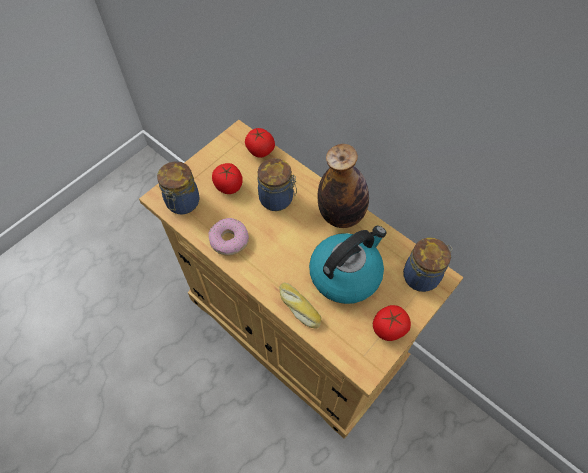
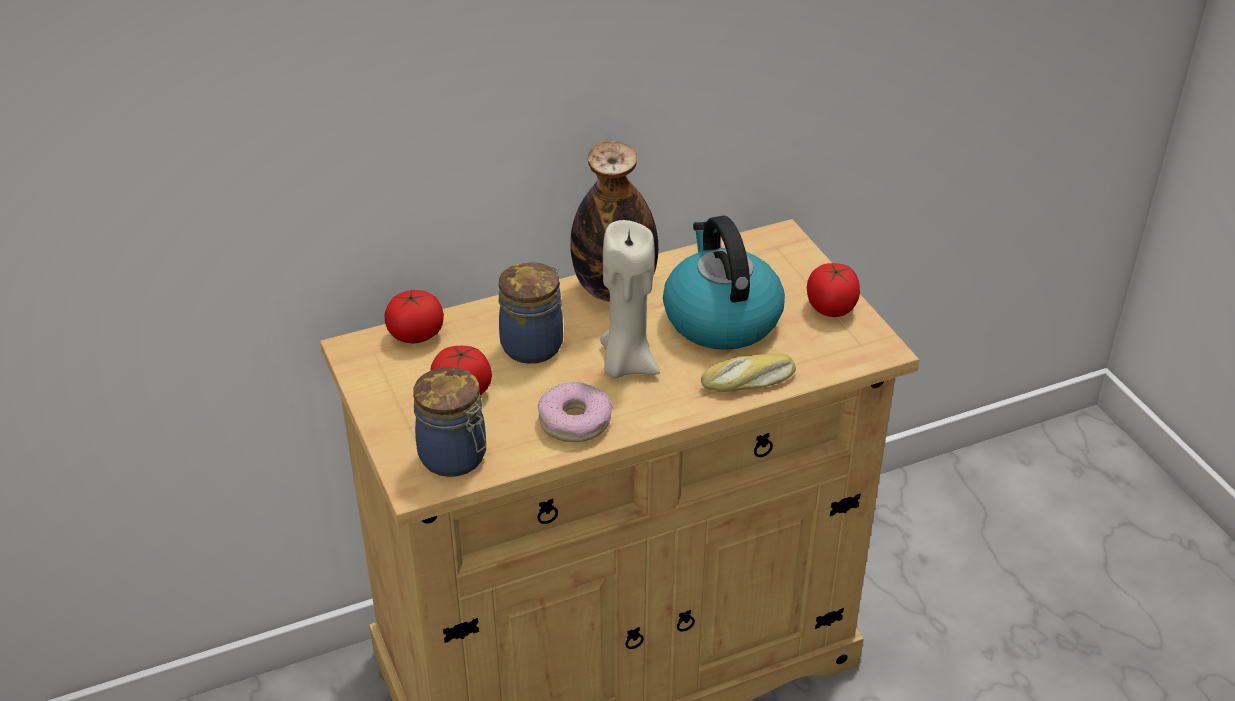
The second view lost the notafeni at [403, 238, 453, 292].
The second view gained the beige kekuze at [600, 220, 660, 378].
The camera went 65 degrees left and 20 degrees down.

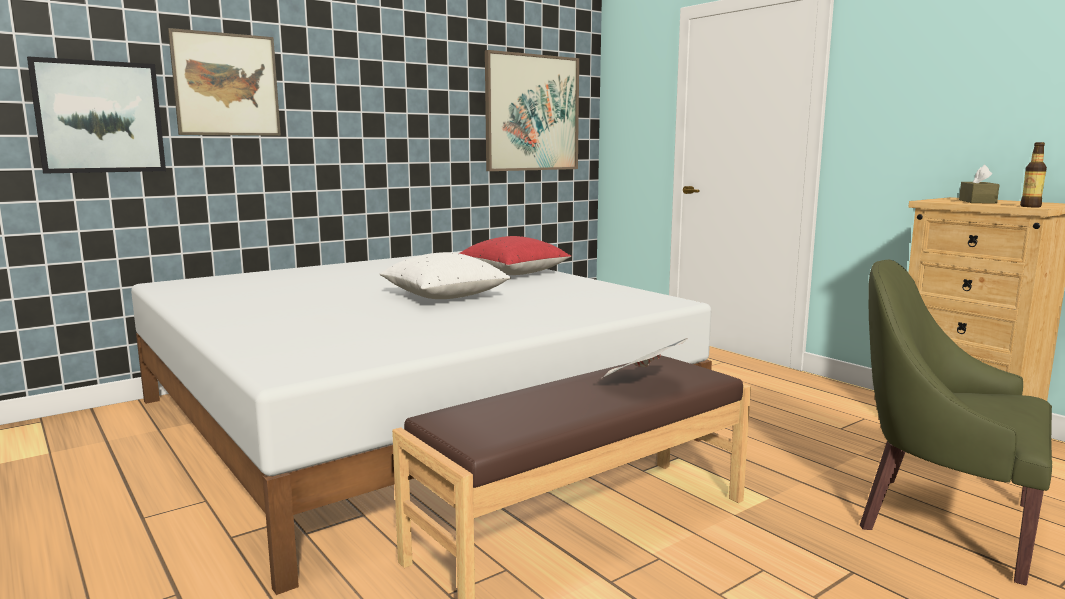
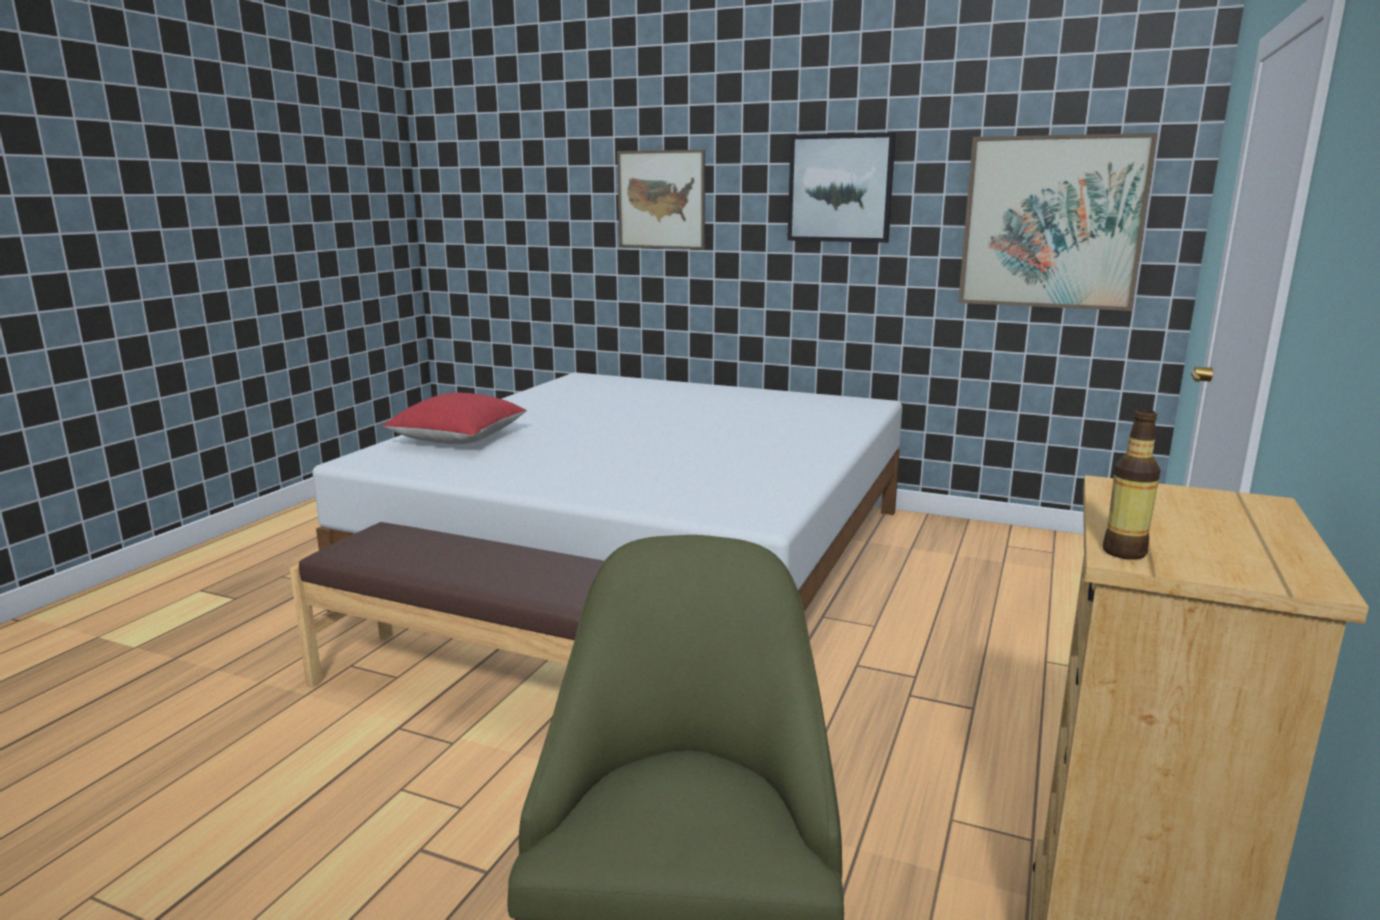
The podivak ended up elsewhere, having gone from [27, 56, 166, 174] to [787, 132, 896, 243].
The second view lost the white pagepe at [379, 252, 511, 299].
The red pagepe ended up elsewhere, having gone from [459, 236, 571, 275] to [382, 393, 527, 444].
The second view lost the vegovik at [600, 338, 688, 379].
The second view lost the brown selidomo at [959, 165, 999, 204].
The camera went 60 degrees right and 5 degrees up.

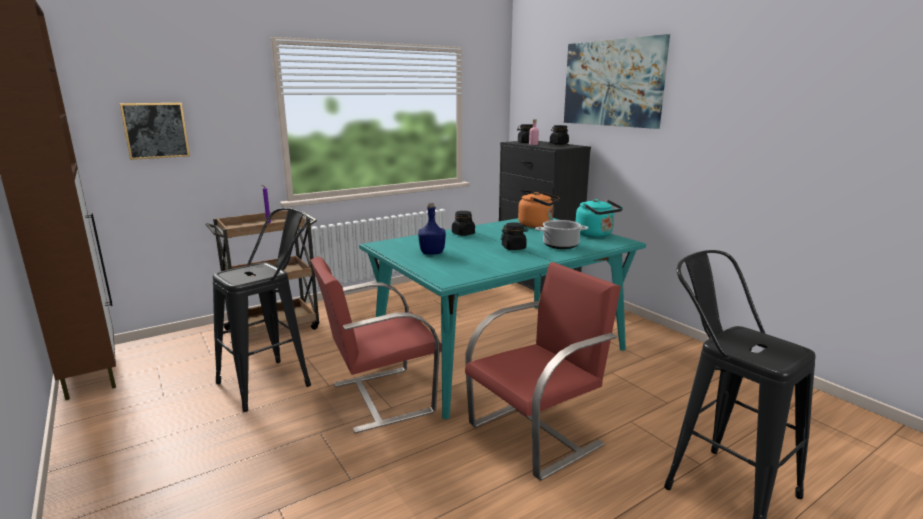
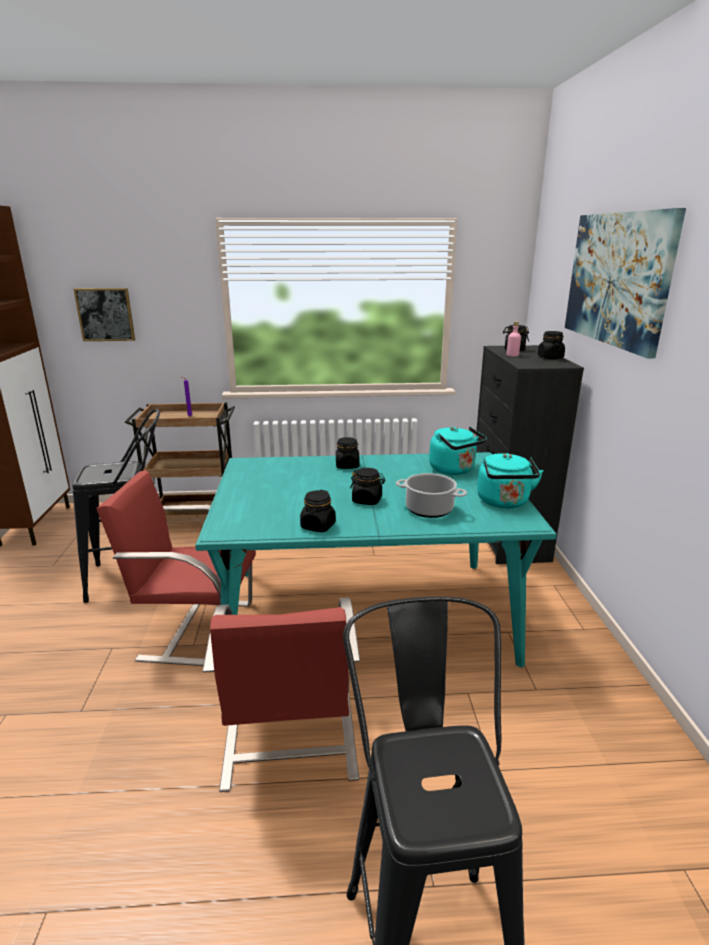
The second view lost the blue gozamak at [418, 203, 446, 255].
The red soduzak at [465, 262, 621, 481] ended up facing another way, 90 degrees clockwise from before.
What was the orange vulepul at [518, 192, 560, 228] turned into the turquoise vulepul at [429, 426, 487, 475].
The second view gained the black notafeni at [300, 490, 336, 532].
The camera went 30 degrees right and 5 degrees up.

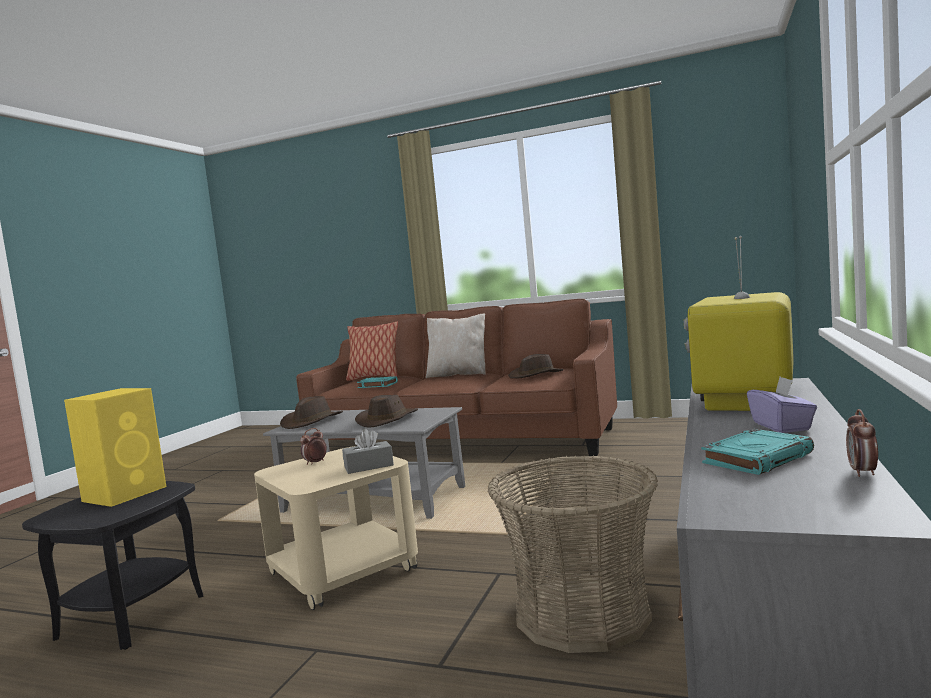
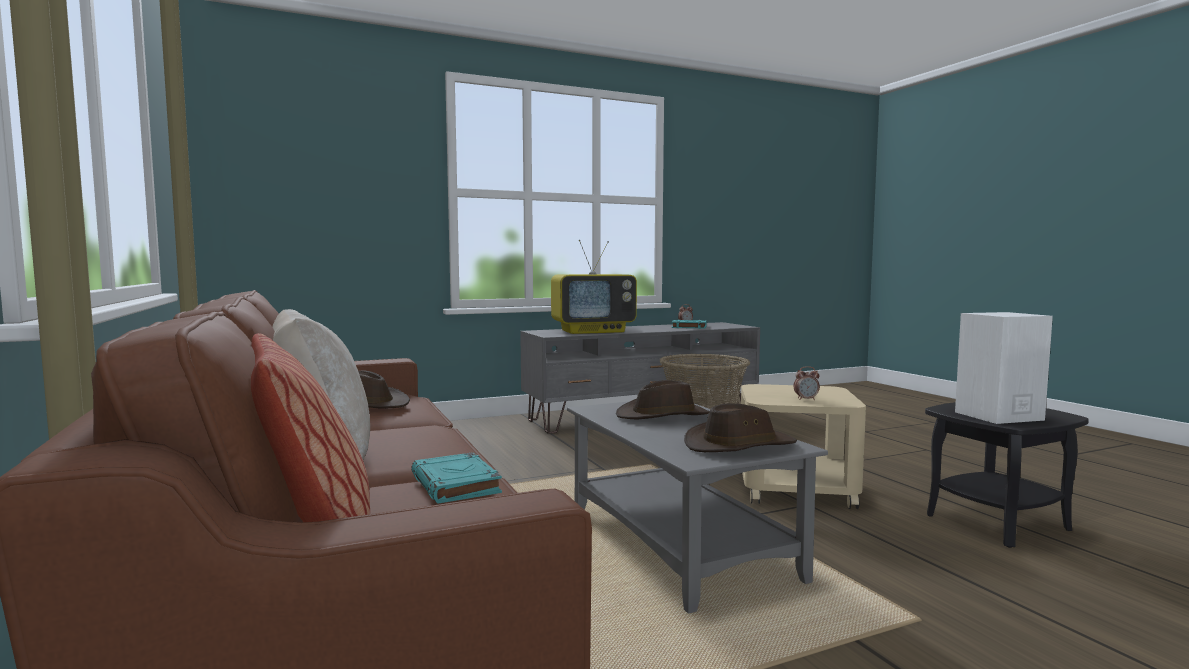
What was the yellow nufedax at [64, 388, 167, 507] turned into the white nufedax at [955, 312, 1053, 424].
The second view lost the grey selidomo at [342, 429, 394, 474].
The second view lost the purple selidomo at [747, 376, 817, 433].
The camera went 135 degrees left and 0 degrees up.

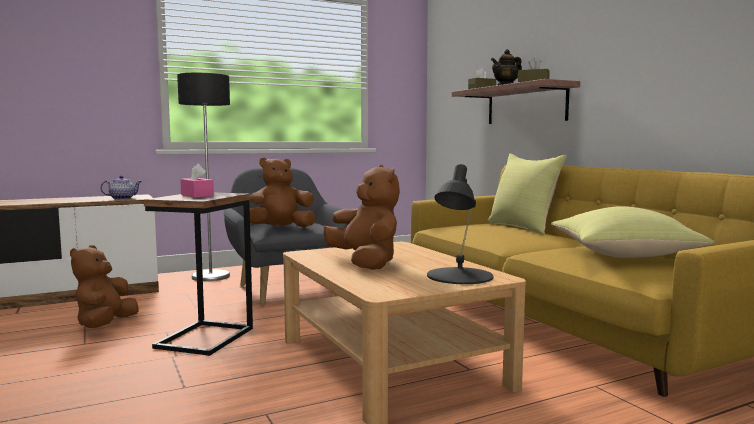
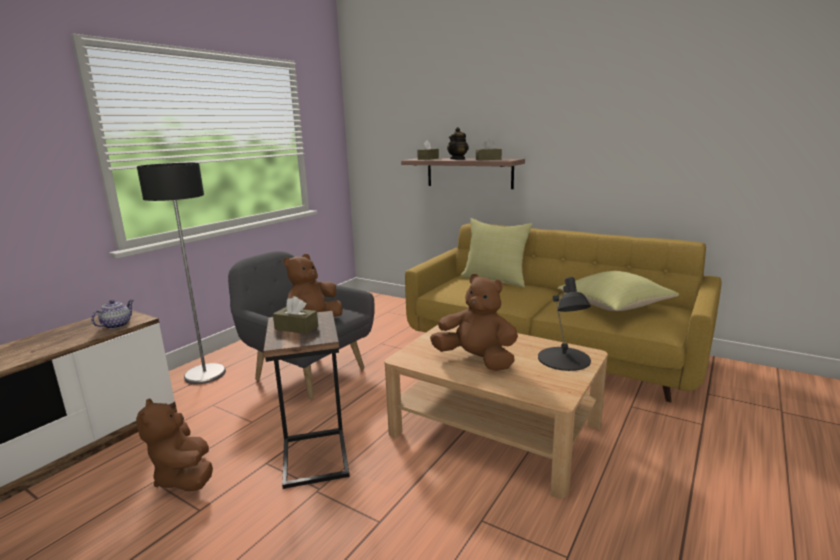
What was the pink selidomo at [180, 163, 214, 198] turned into the brown selidomo at [273, 296, 318, 334].
The camera went 30 degrees left and 10 degrees up.

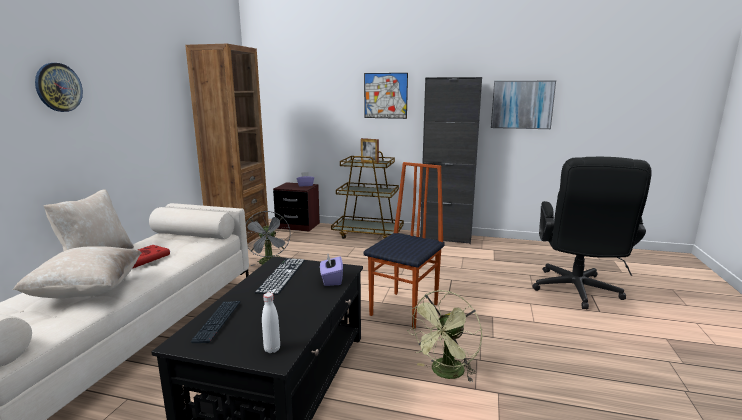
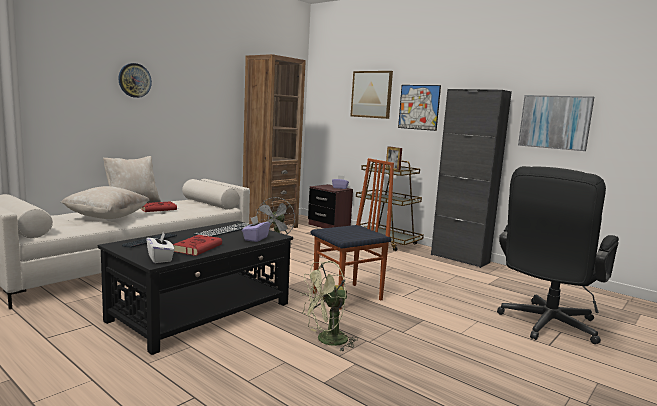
Where the white gozamak stood at [262, 293, 280, 353], the white selidomo came to stand at [146, 232, 175, 263].
The second view gained the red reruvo at [173, 235, 222, 256].
The second view gained the podivak at [351, 71, 393, 119].
The camera went 25 degrees right and 5 degrees down.

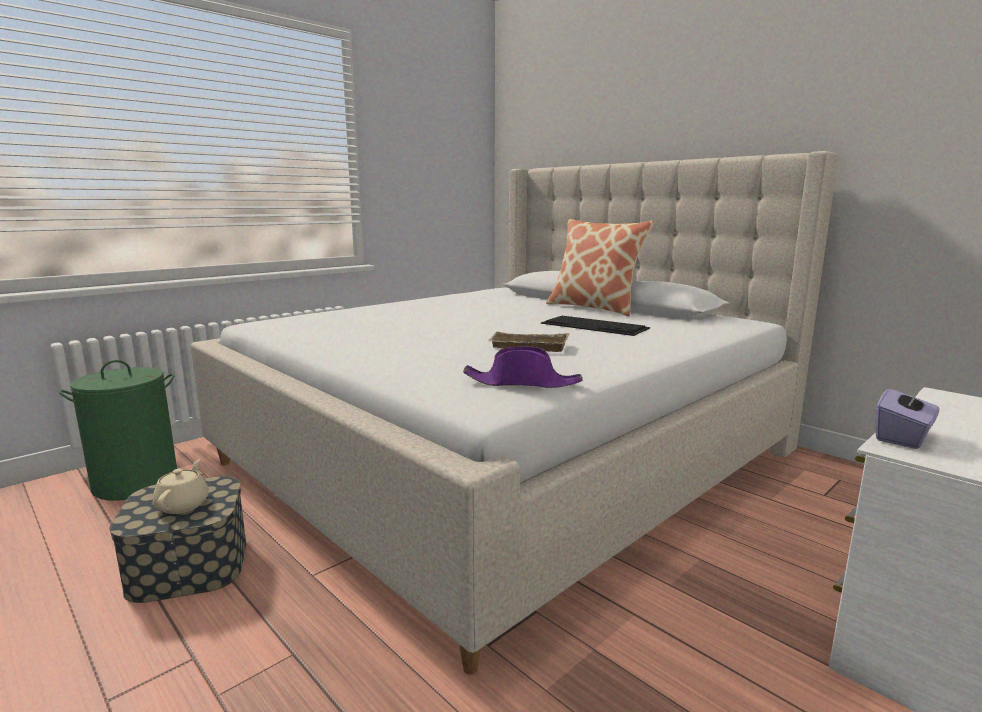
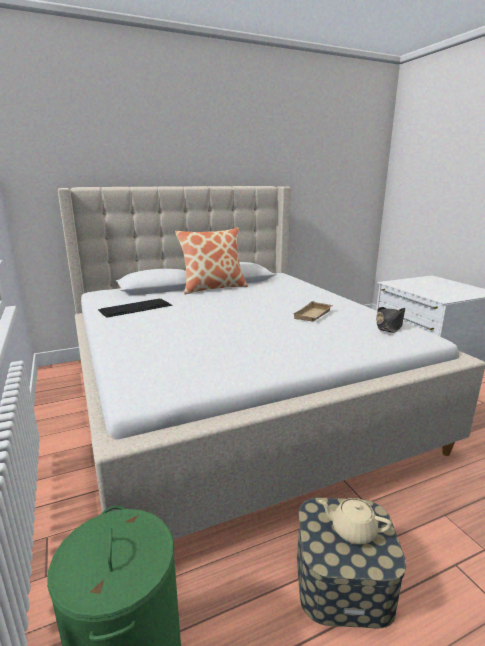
What was the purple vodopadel at [463, 346, 583, 388] turned into the black vodopadel at [376, 307, 405, 333].
The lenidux ended up elsewhere, having gone from [541, 316, 650, 336] to [98, 298, 172, 318].
The second view lost the purple selidomo at [875, 383, 940, 449].
The camera went 70 degrees left and 5 degrees up.

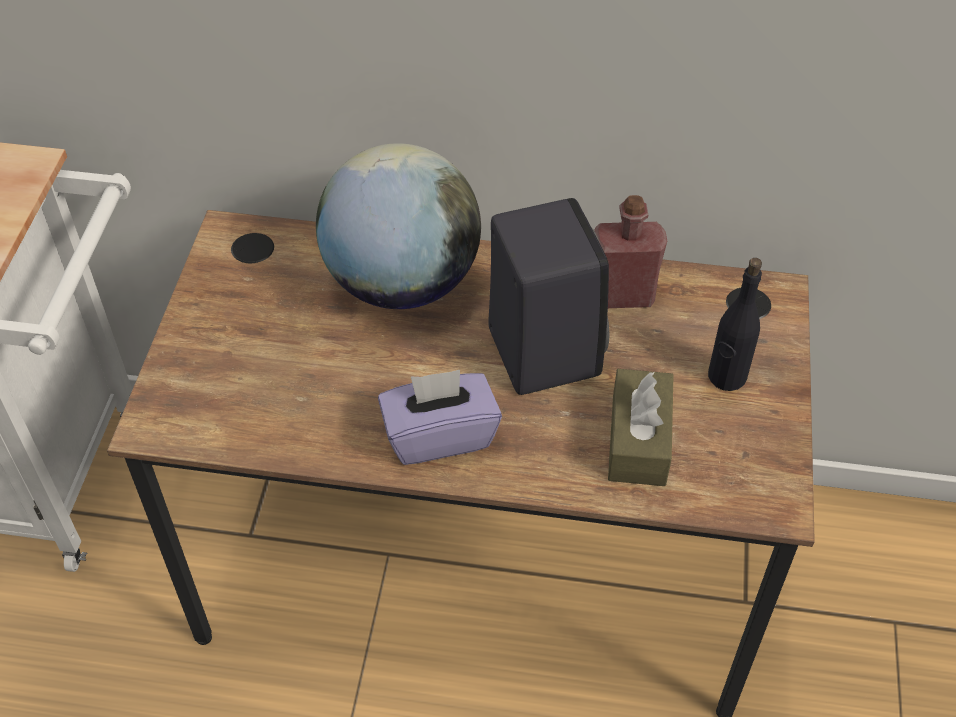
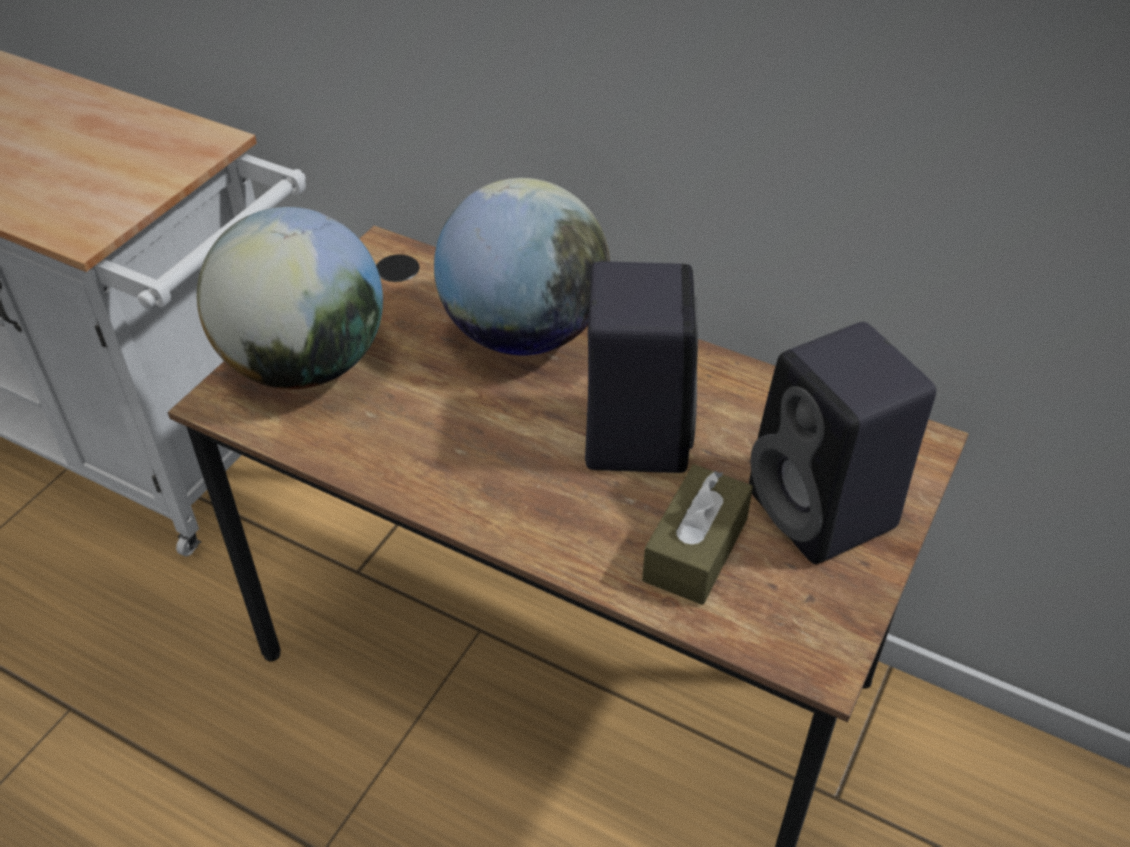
The second view lost the purple selidomo at [378, 370, 502, 465].
The second view lost the red gozamak at [594, 195, 667, 308].
Where the black gozamak stood at [708, 258, 762, 391], the black nufedax came to stand at [749, 322, 936, 564].
The second view gained the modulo at [197, 207, 383, 389].
The camera went 20 degrees right and 5 degrees down.

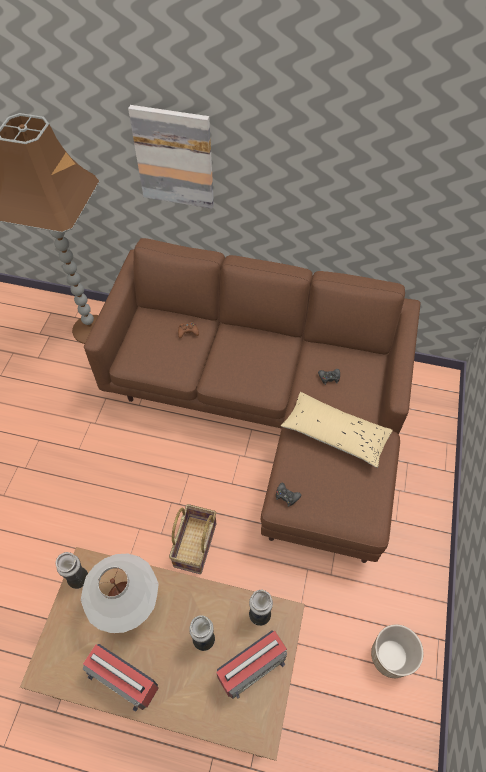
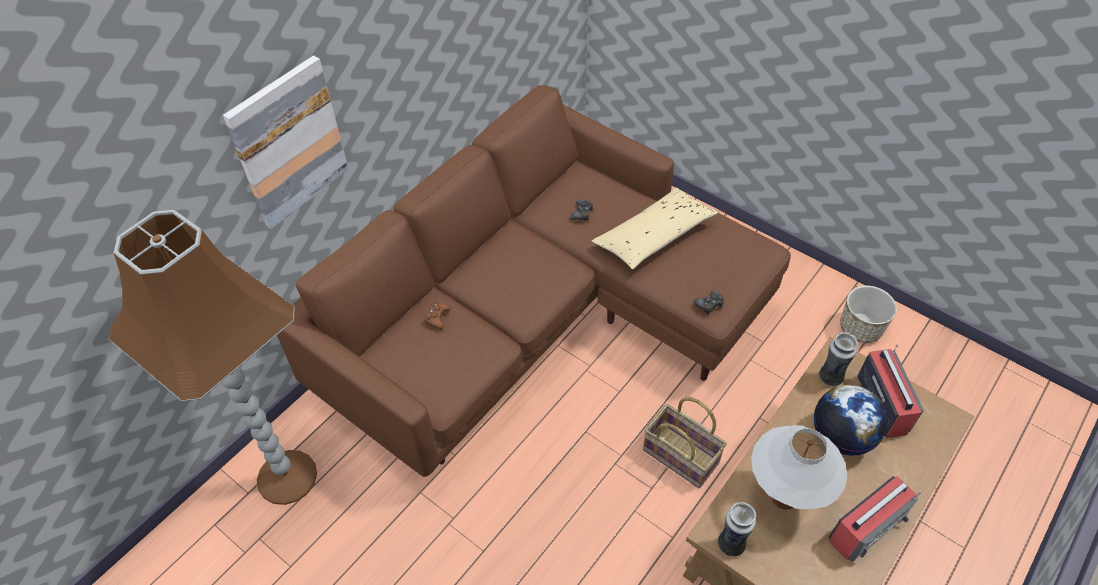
Where the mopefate stood at [189, 615, 215, 651], the modulo came to stand at [814, 385, 888, 455].
The camera went 65 degrees left and 5 degrees down.

